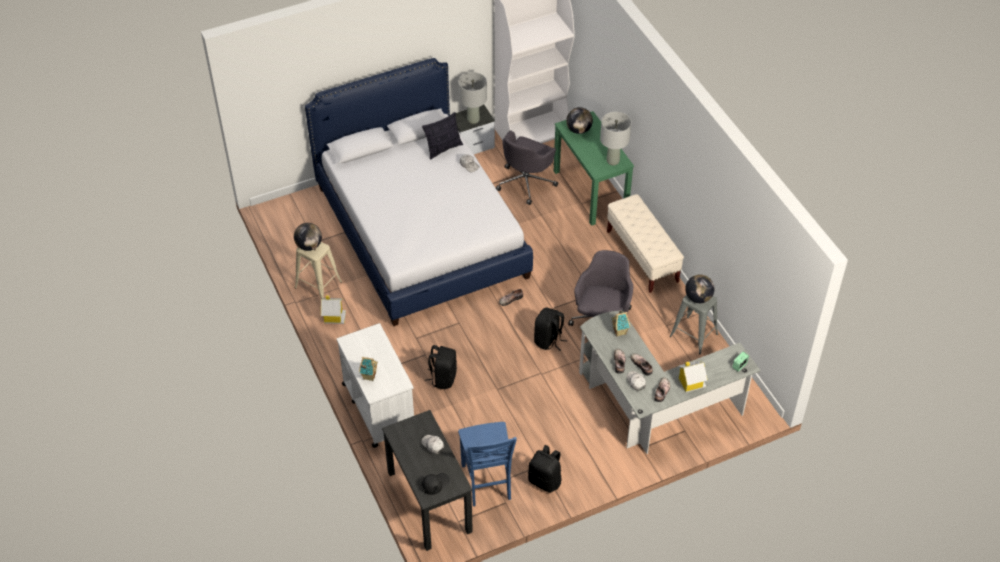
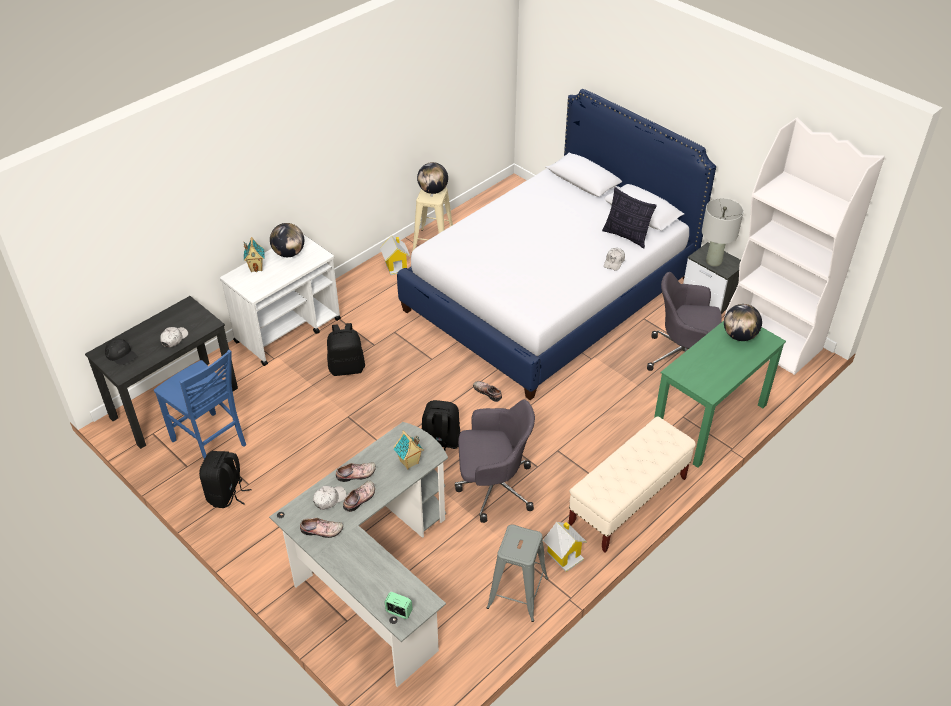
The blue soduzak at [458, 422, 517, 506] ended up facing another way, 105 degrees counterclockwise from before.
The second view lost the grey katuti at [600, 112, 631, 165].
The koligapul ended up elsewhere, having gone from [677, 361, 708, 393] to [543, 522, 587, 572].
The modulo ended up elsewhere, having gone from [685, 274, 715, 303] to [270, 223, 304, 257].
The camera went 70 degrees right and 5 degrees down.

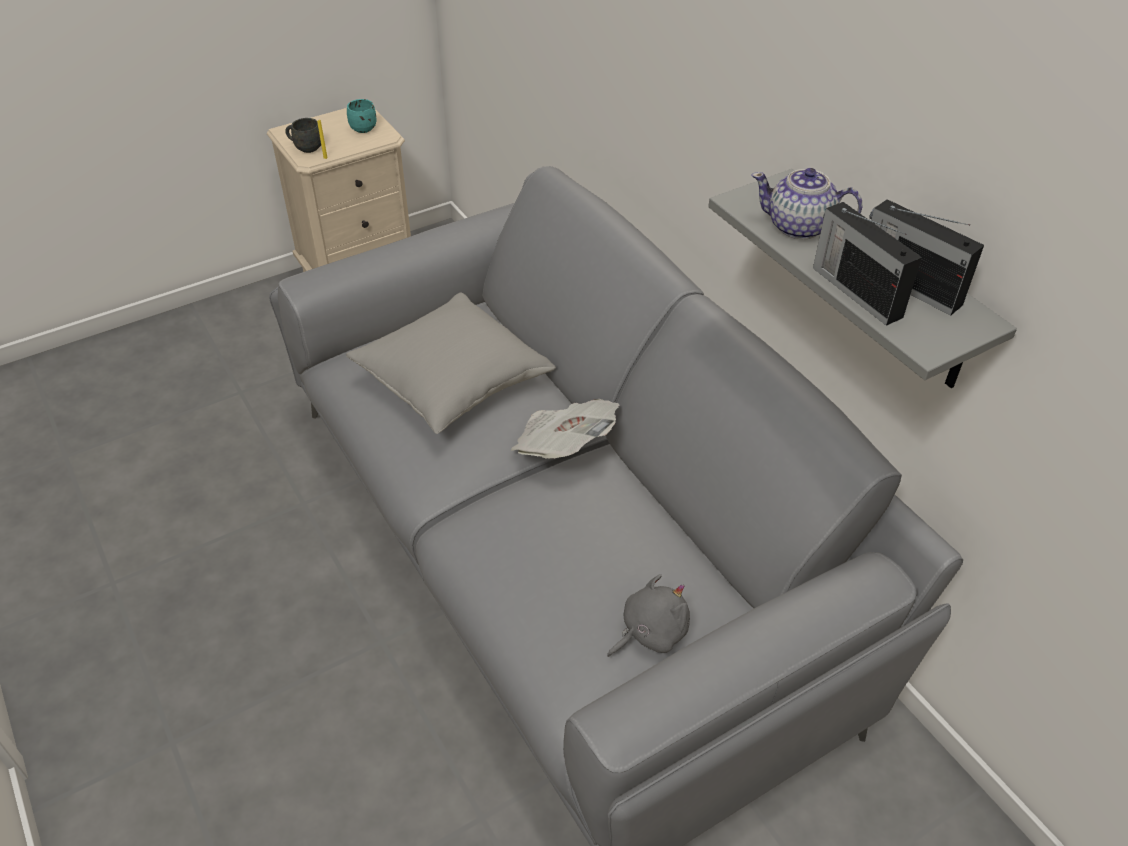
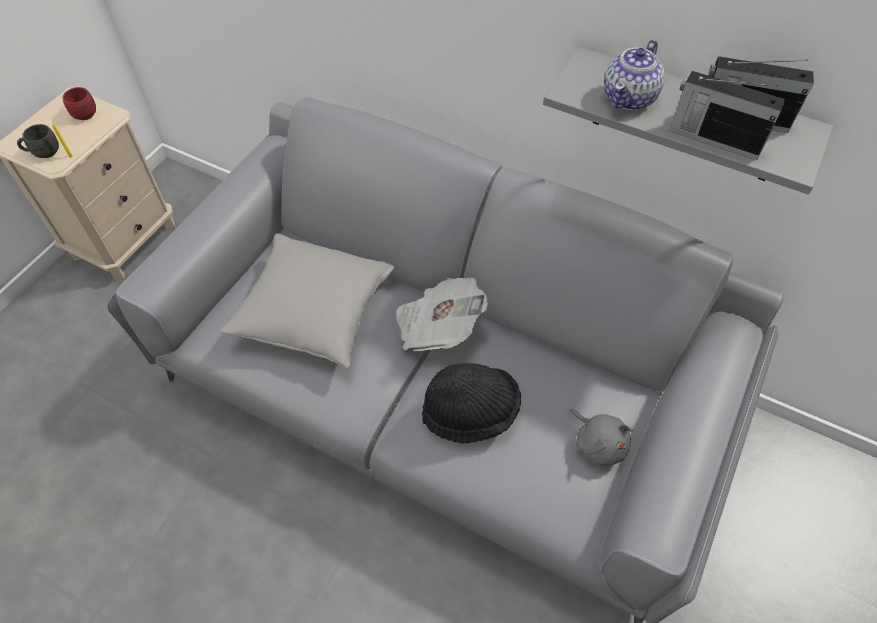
What was the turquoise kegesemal at [347, 99, 376, 133] turned into the red kegesemal at [62, 87, 96, 120].
The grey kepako at [607, 574, 690, 657] ended up facing another way, 120 degrees clockwise from before.
The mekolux at [751, 168, 863, 239] ended up facing another way, 45 degrees counterclockwise from before.
The second view gained the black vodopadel at [422, 363, 521, 443].
The camera went 30 degrees left and 10 degrees up.

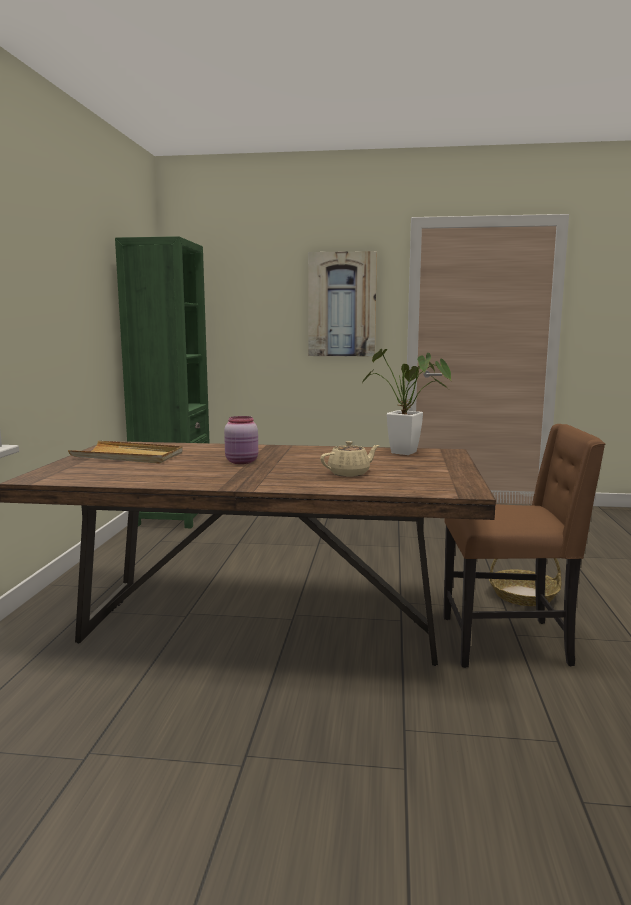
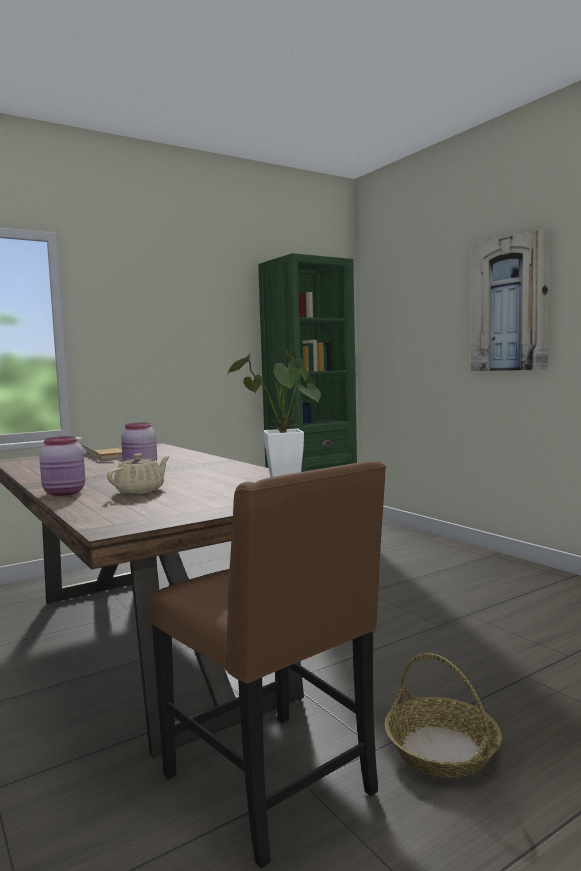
The beige mekolux at [320, 441, 379, 477] ended up facing another way, 75 degrees counterclockwise from before.
The second view gained the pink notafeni at [39, 436, 85, 496].
The camera went 50 degrees right and 5 degrees down.

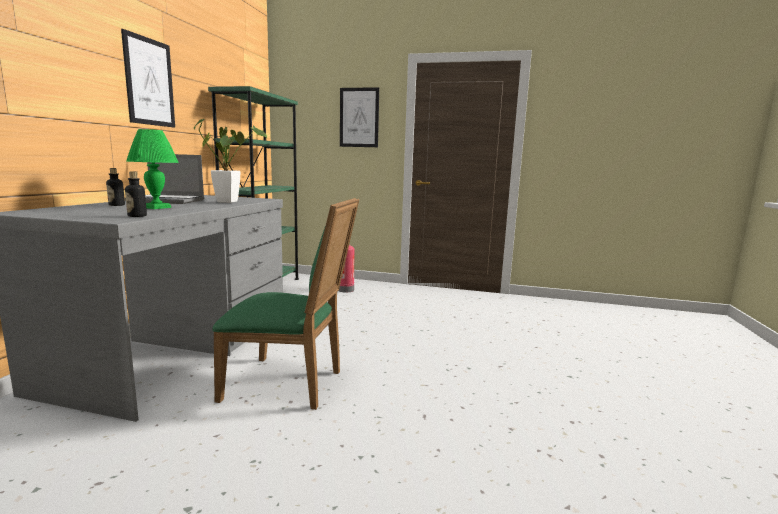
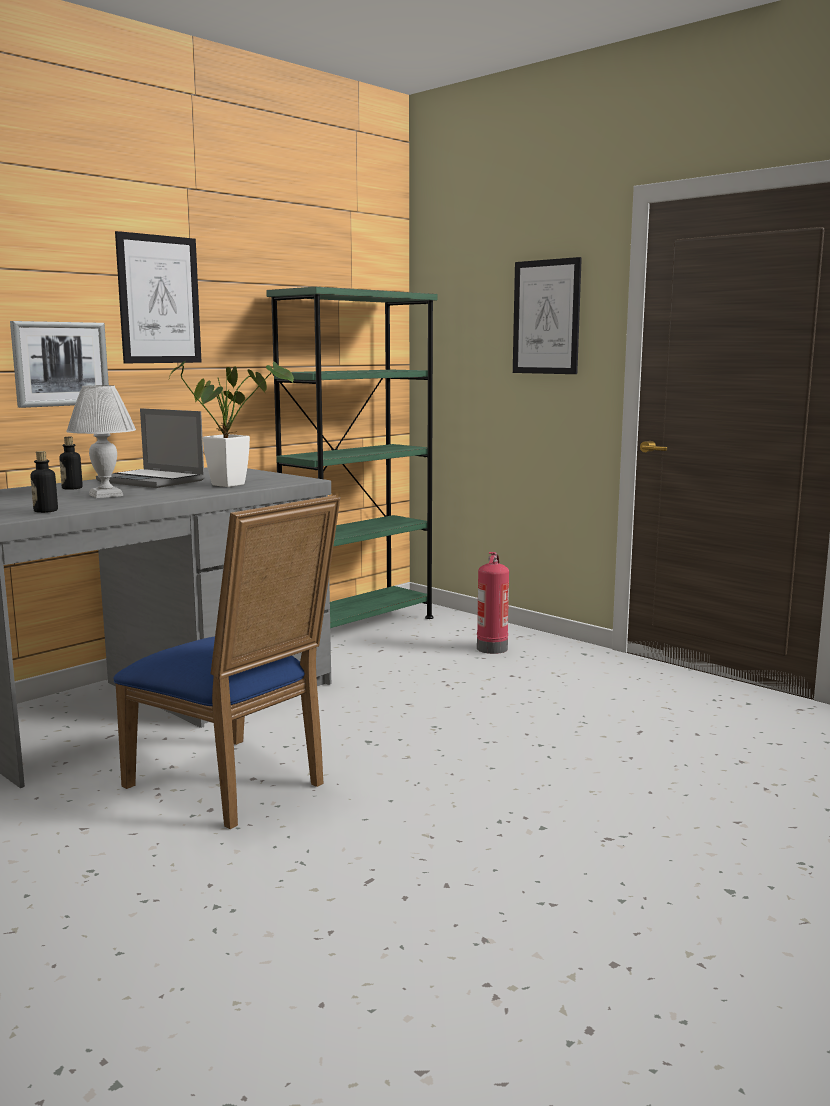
What was the green katuti at [126, 129, 179, 209] turned into the white katuti at [66, 385, 136, 498].
What was the green soduzak at [212, 198, 359, 410] turned into the blue soduzak at [113, 495, 340, 829].
The second view gained the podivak at [10, 321, 109, 408].
The camera went 30 degrees right and 0 degrees up.

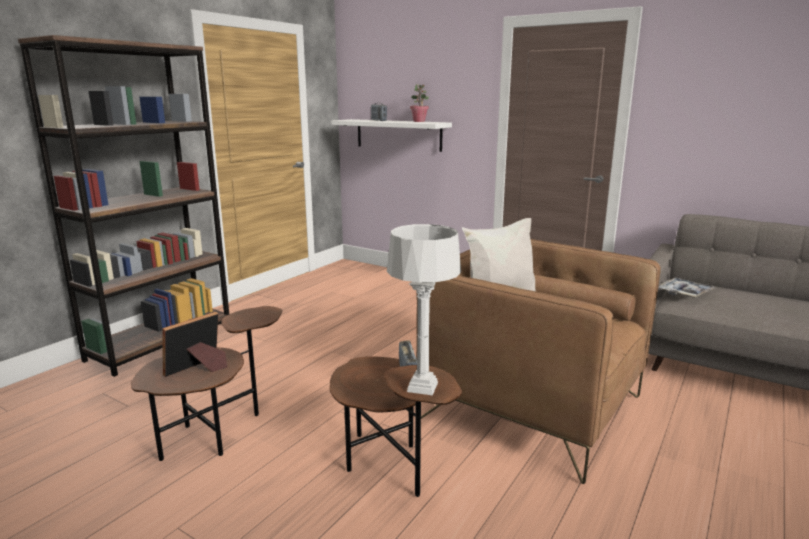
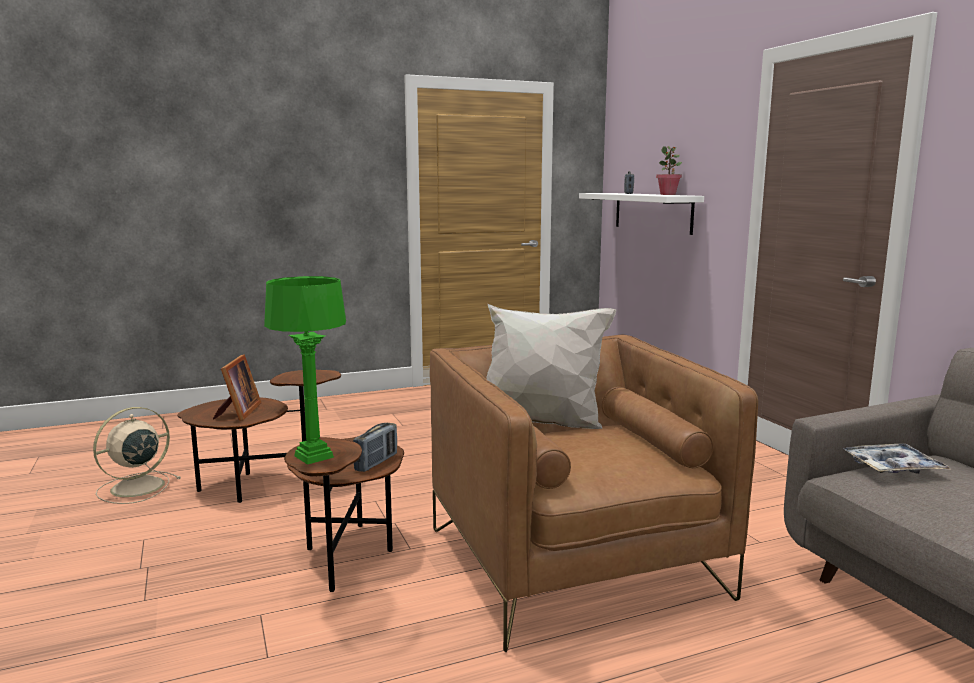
The second view lost the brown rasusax at [18, 35, 229, 377].
The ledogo at [163, 312, 227, 377] ended up facing another way, 105 degrees clockwise from before.
What was the grey katuti at [387, 224, 461, 395] turned into the green katuti at [264, 276, 346, 465].
The second view gained the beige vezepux at [93, 407, 181, 504].
The camera went 35 degrees right and 5 degrees down.

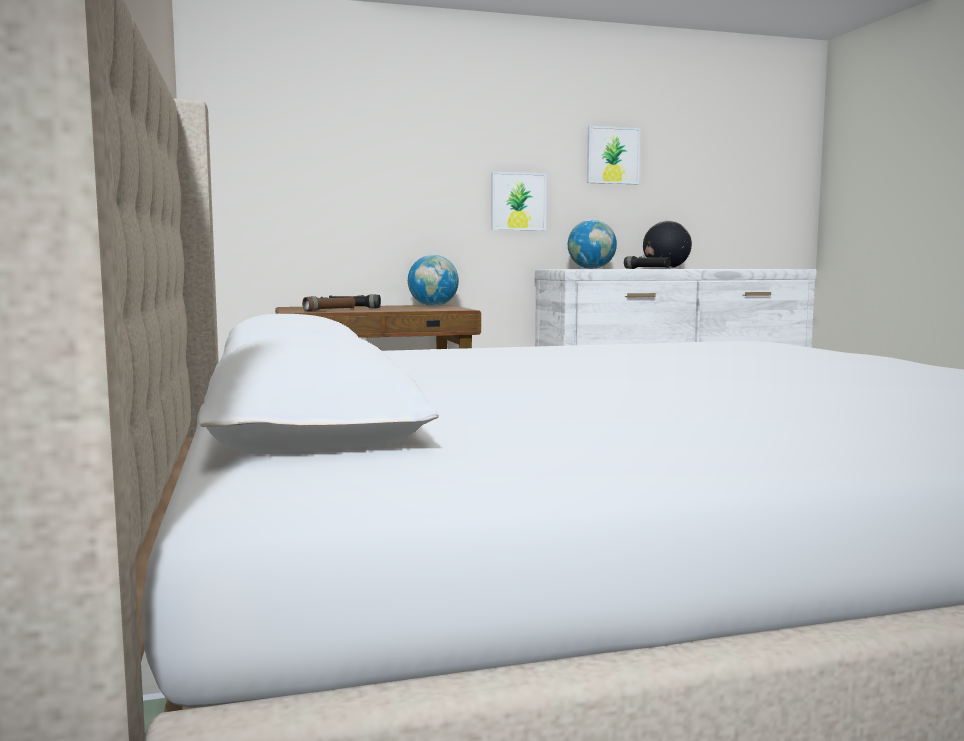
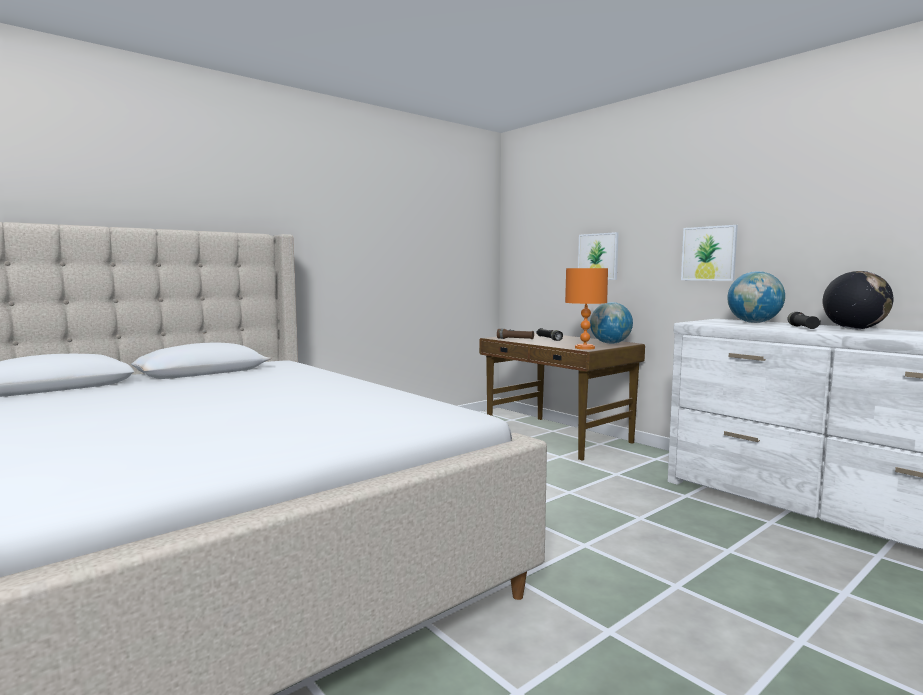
The podivak ended up elsewhere, having gone from [587, 126, 640, 184] to [578, 232, 619, 280].
The second view gained the orange katuti at [565, 268, 608, 350].
The camera went 65 degrees right and 0 degrees up.

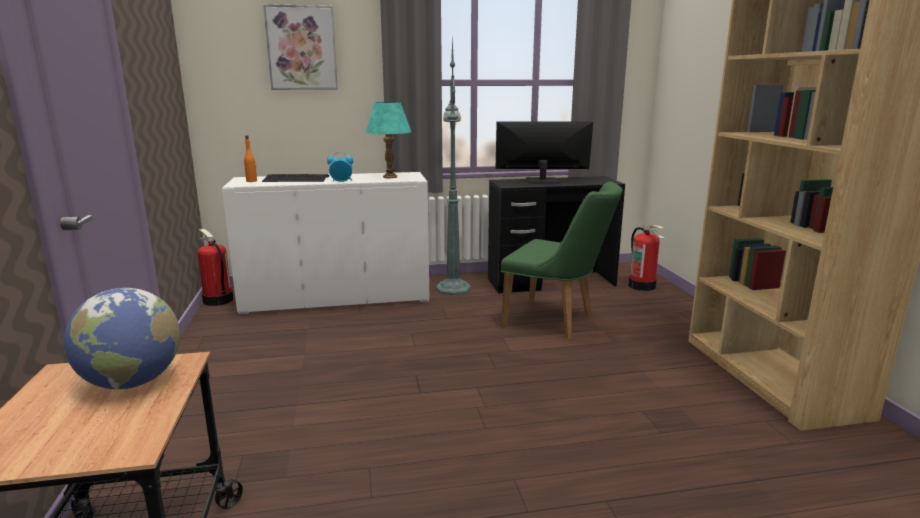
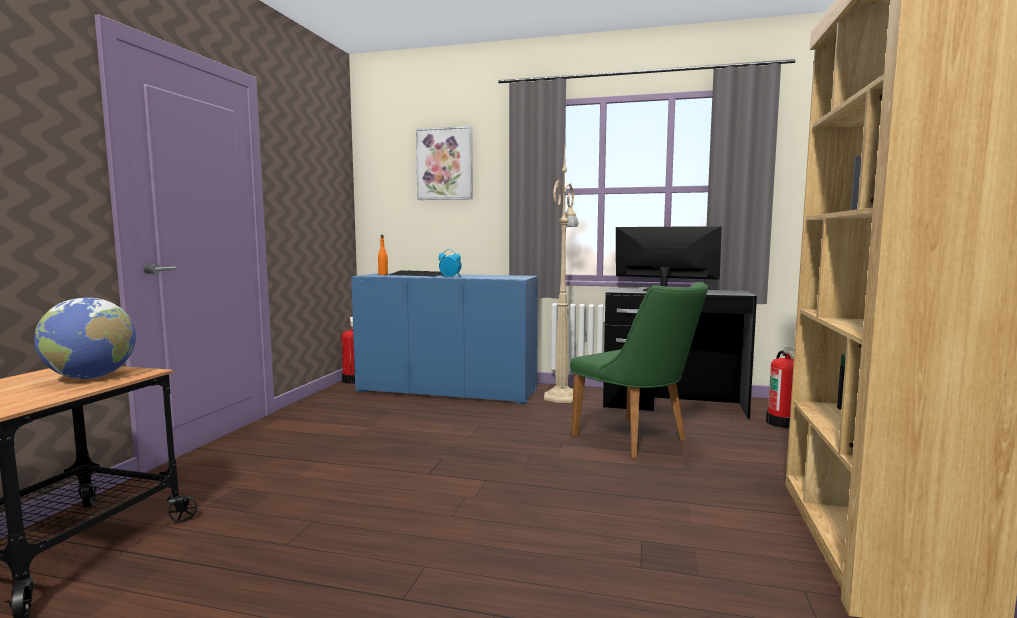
What was the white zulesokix at [222, 172, 430, 315] turned into the blue zulesokix at [351, 273, 538, 404].
The second view lost the turquoise katuti at [366, 102, 411, 178].
What was the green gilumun at [436, 36, 471, 295] turned into the beige gilumun at [544, 148, 578, 403].
The camera went 25 degrees right and 10 degrees down.

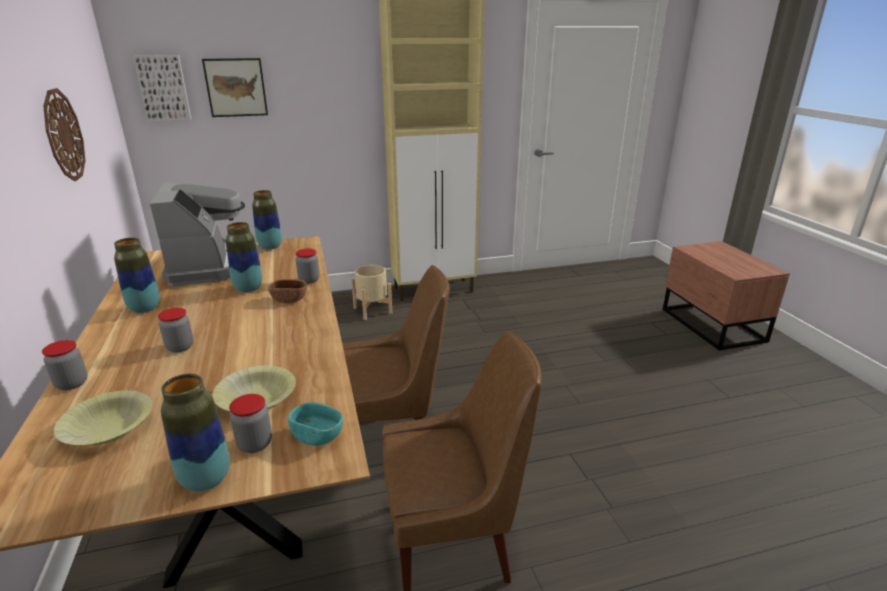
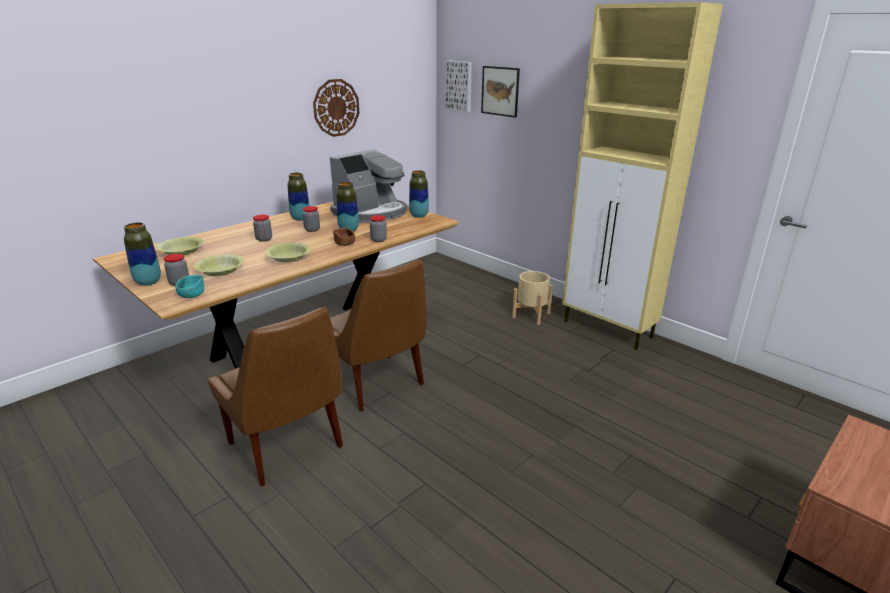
The notafeni ended up elsewhere, having gone from [42, 340, 88, 390] to [303, 206, 320, 232].
The second view gained the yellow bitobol at [265, 242, 311, 262].
The camera went 60 degrees right and 0 degrees up.

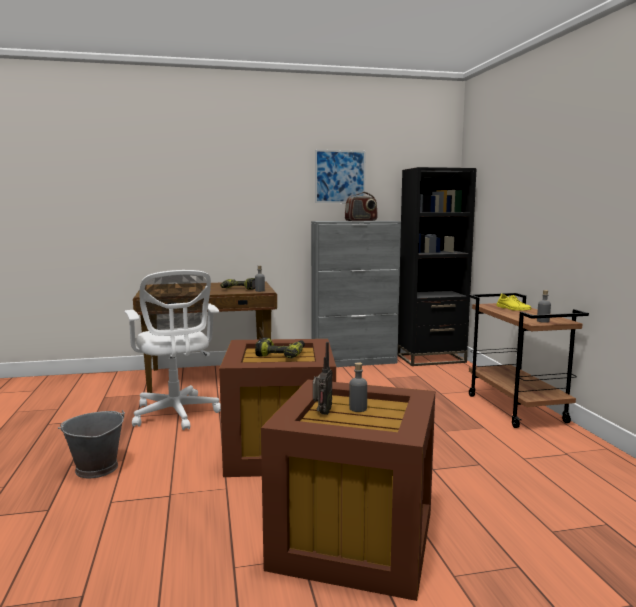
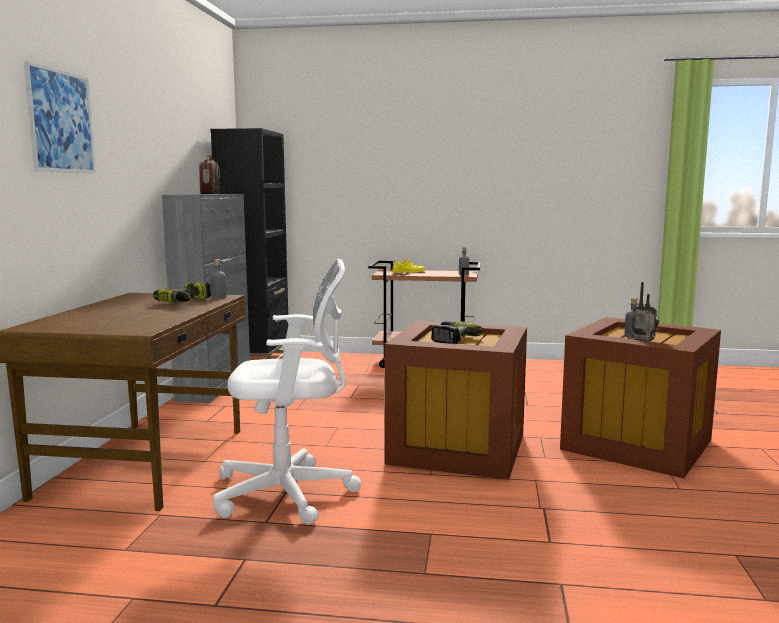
The second view lost the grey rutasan at [58, 410, 125, 478].
The podivak ended up elsewhere, having gone from [315, 150, 366, 203] to [24, 61, 96, 173].
The camera went 70 degrees left and 0 degrees up.

